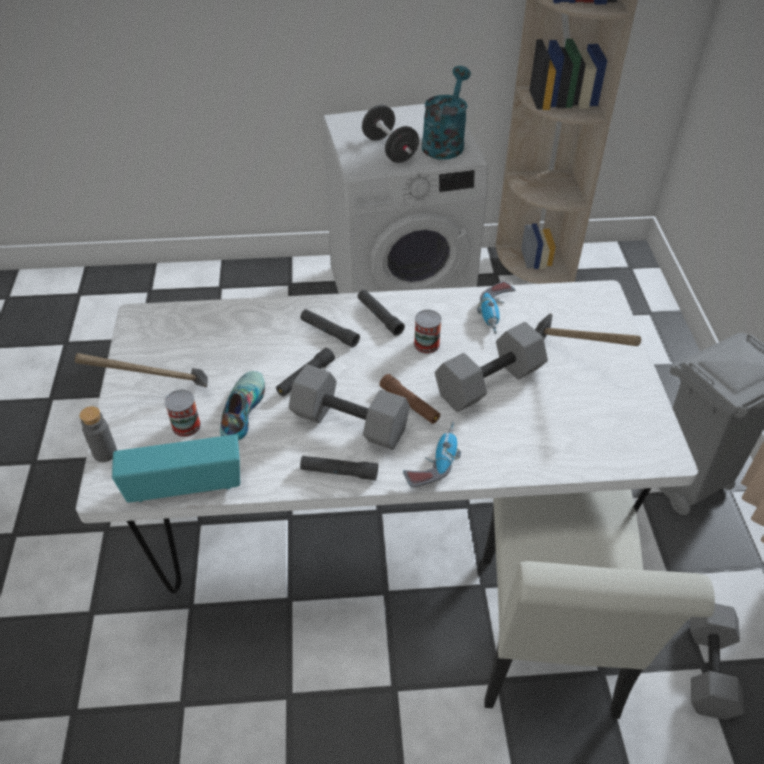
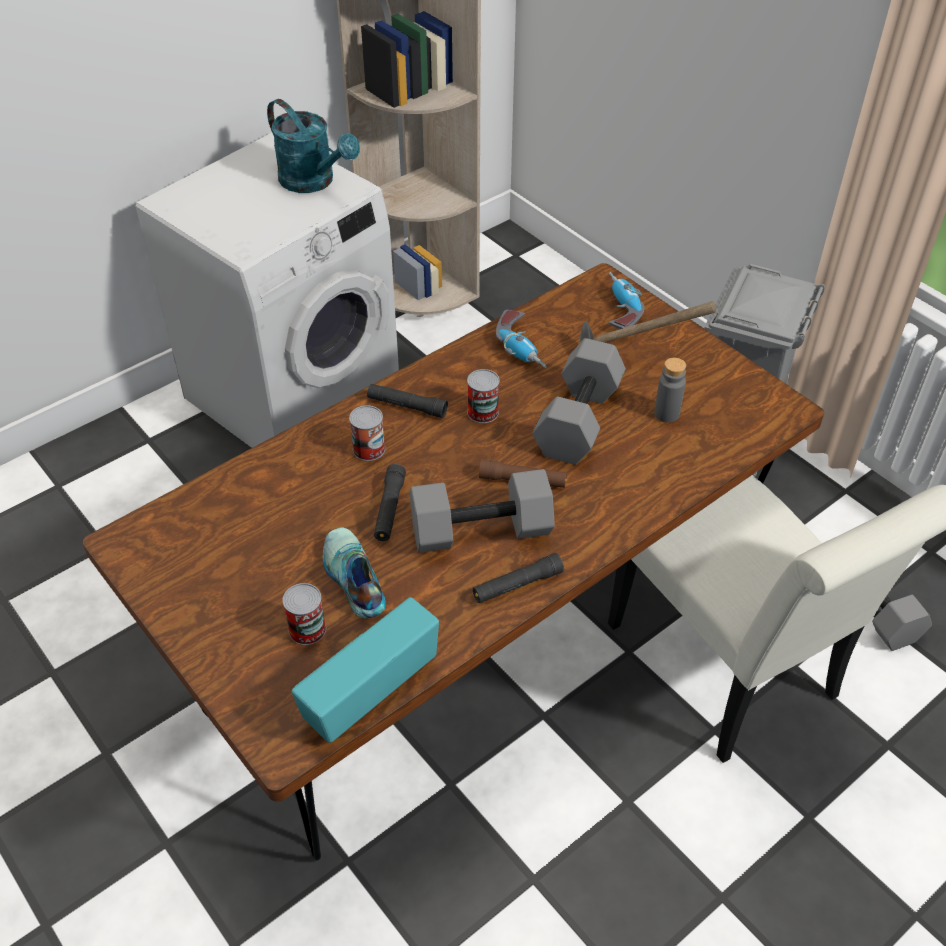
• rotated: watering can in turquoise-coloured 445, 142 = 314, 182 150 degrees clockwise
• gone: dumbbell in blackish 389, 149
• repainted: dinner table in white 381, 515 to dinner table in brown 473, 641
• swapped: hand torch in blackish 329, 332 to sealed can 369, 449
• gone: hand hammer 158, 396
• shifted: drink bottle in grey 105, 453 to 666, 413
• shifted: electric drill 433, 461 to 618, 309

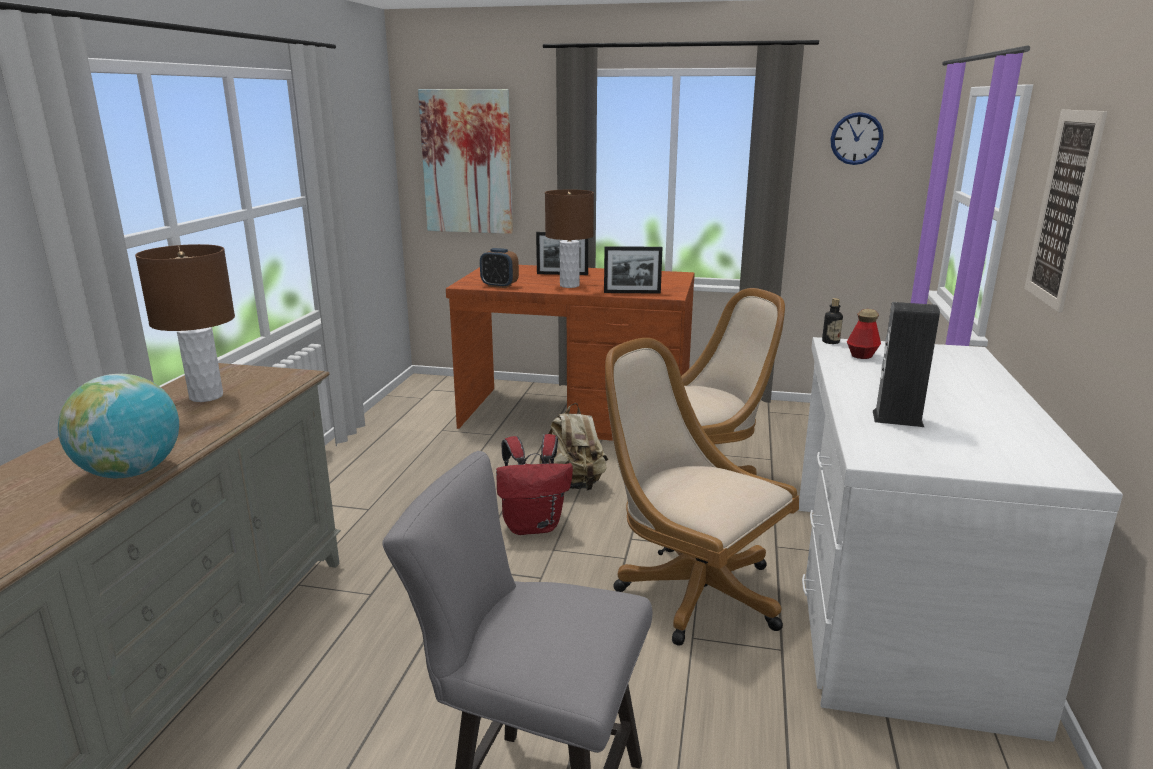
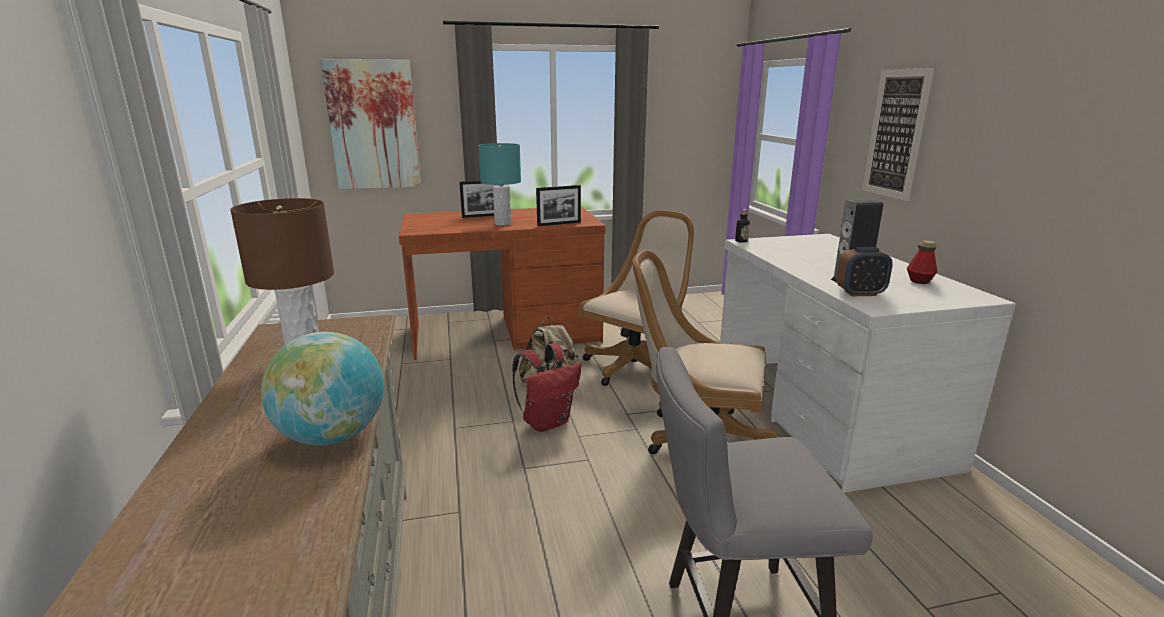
• gone: clock on the wall 856, 138
• repainted: tabletop lamp in brown 569, 285 to tabletop lamp in turquoise-coloured 502, 223
• shifted: bedside clock 499, 286 to 860, 293
• shifted: drink bottle 862, 355 to 919, 281

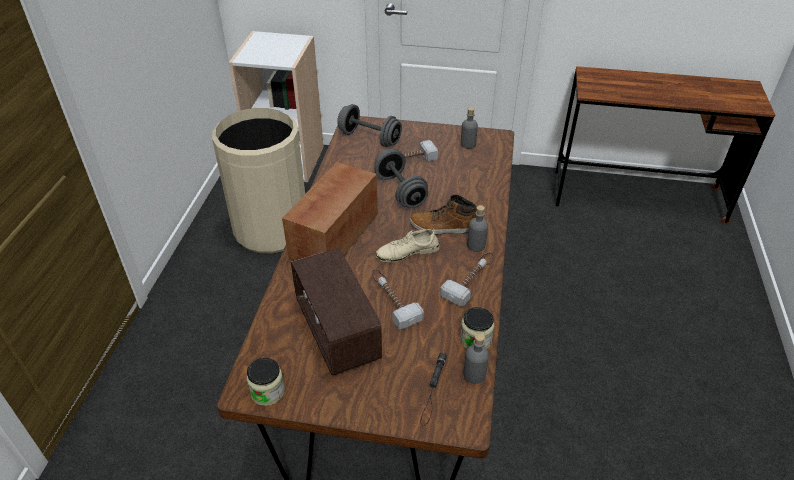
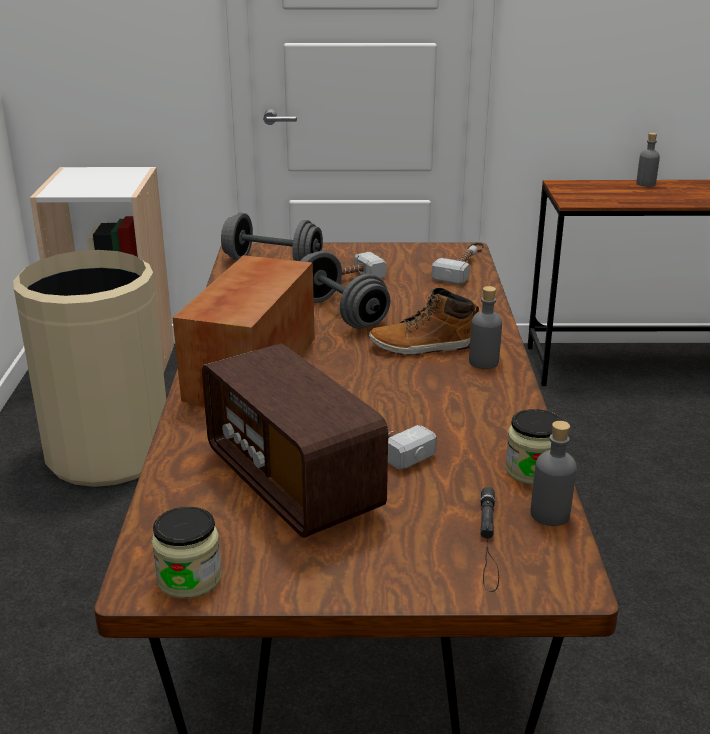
• shifted: drink bottle in grey 468, 144 to 645, 184
• gone: low shoe in sand-coloured 407, 252
• shifted: hand hammer 471, 280 to 463, 267

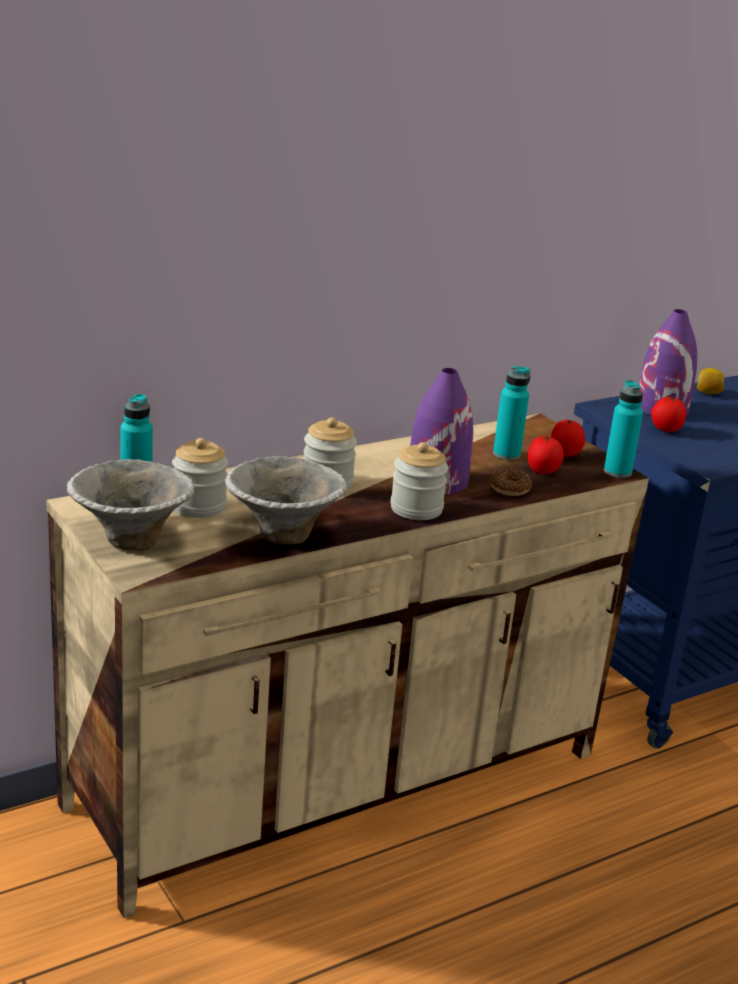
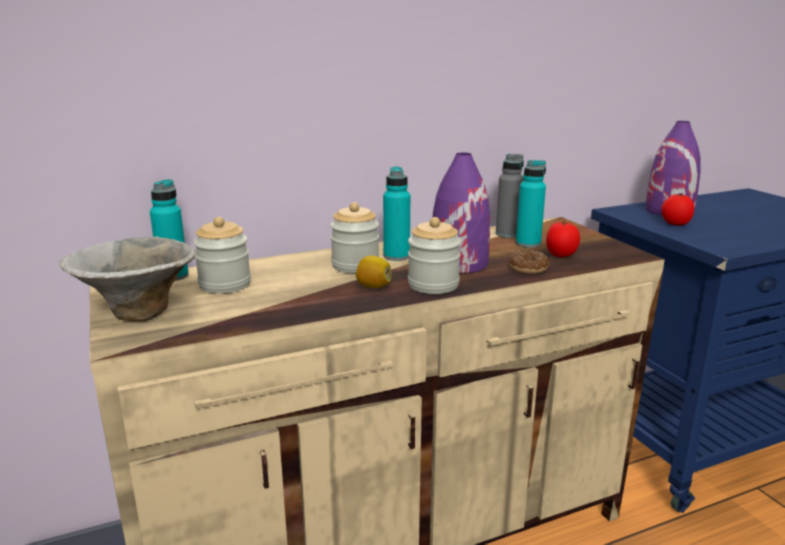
• shifted: citrus fruit 708, 393 to 373, 286
• shifted: drink bottle in turquoise-coloured 617, 472 to 396, 256
• gone: tomato 564, 455
• gone: serving bowl 281, 535
• new: drink bottle in grey 507, 234

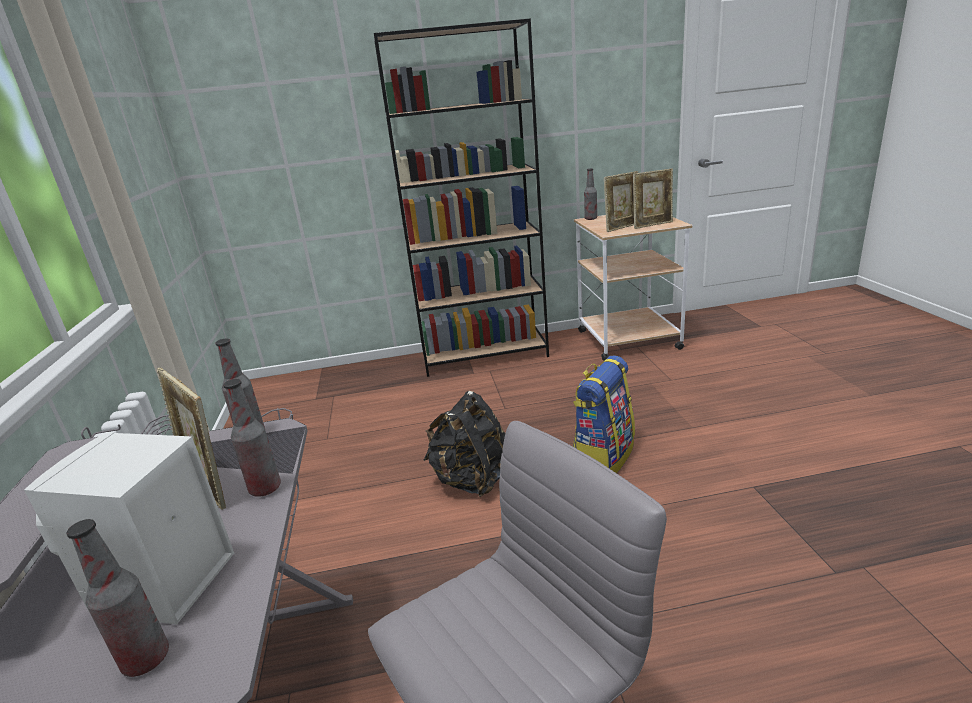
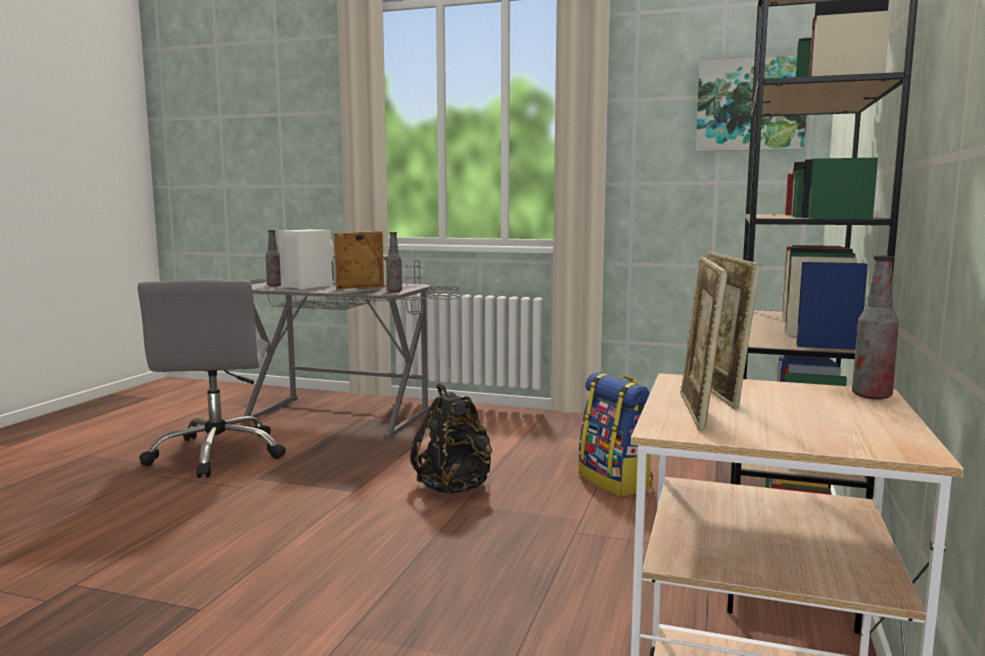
• shifted: backpack 602, 457 to 616, 482
• gone: drink bottle 265, 488
• new: wall picture 751, 105

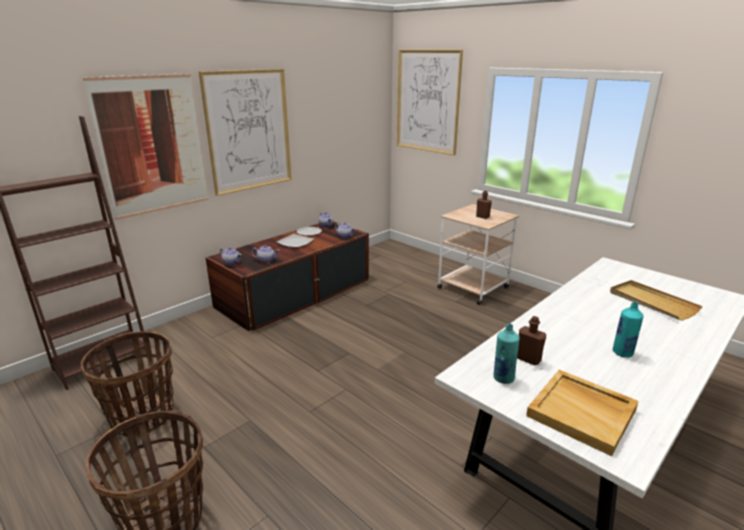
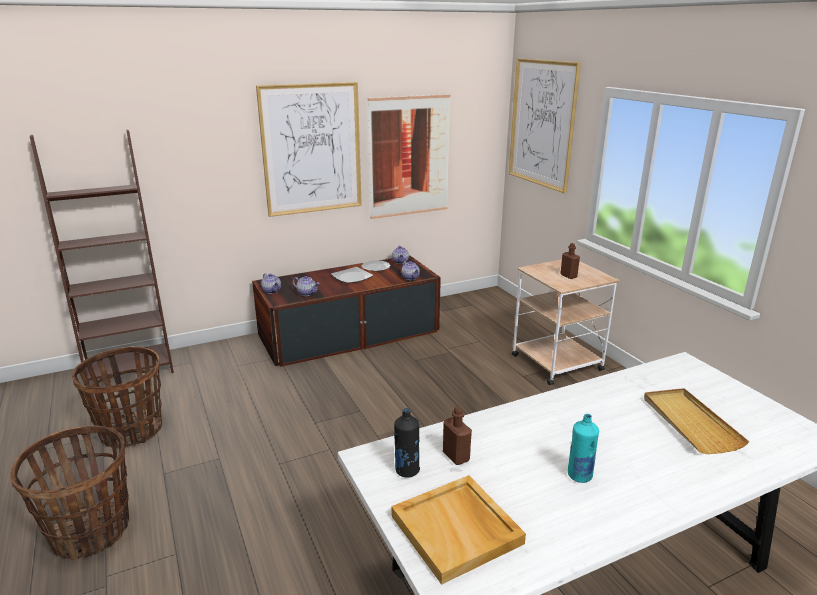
• shifted: wall picture 152, 145 to 409, 156
• repainted: drink bottle in turquoise-coloured 503, 378 to drink bottle in blackish 407, 470

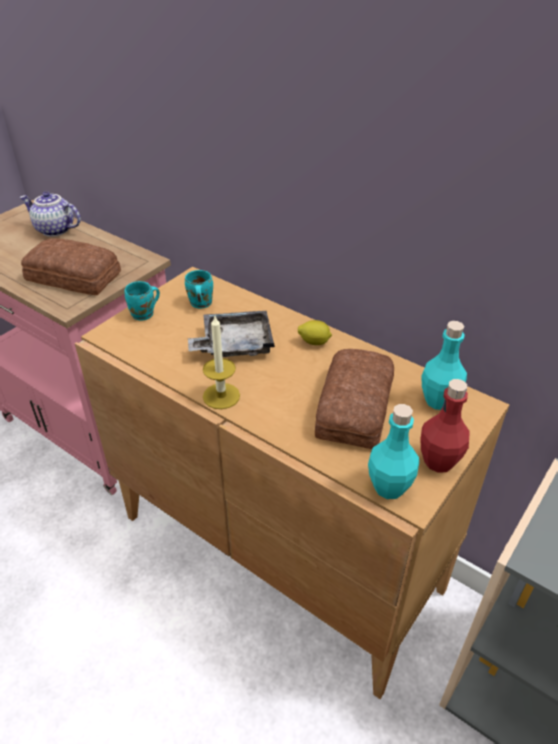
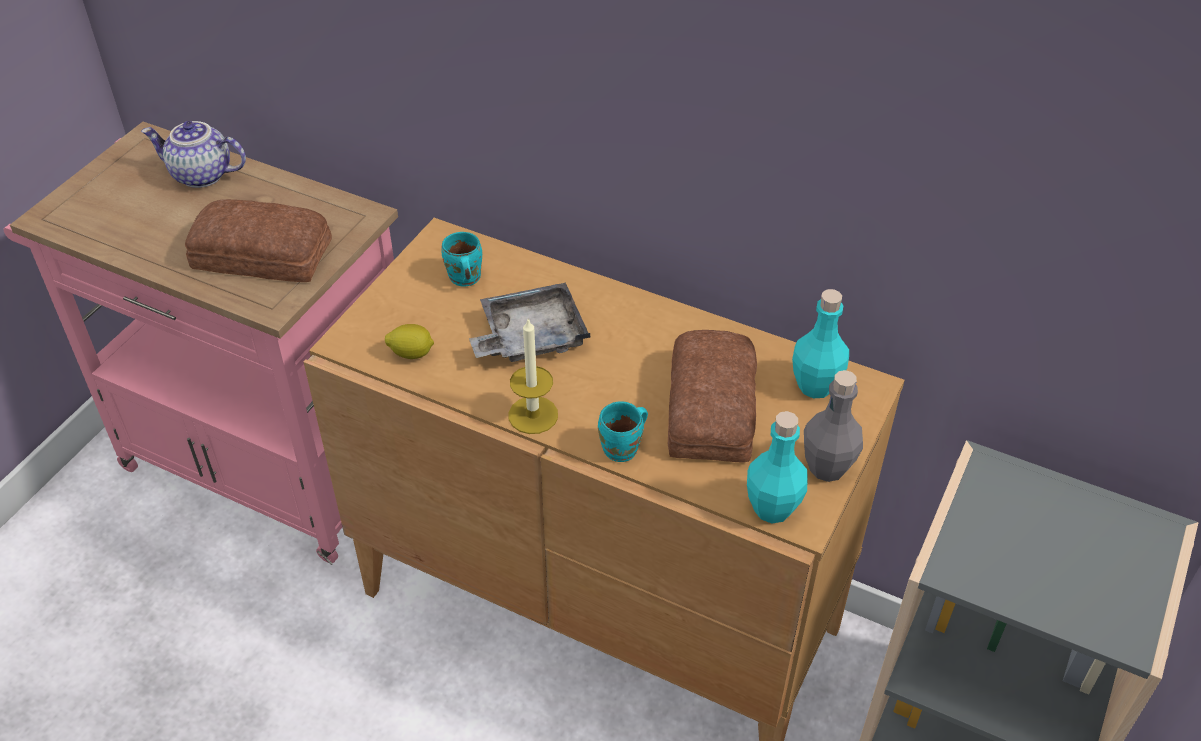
• shifted: mug in turquoise-coloured 144, 315 to 623, 449
• shifted: citrus fruit 314, 342 to 411, 353
• repainted: drink bottle in red 438, 461 to drink bottle in grey 827, 467

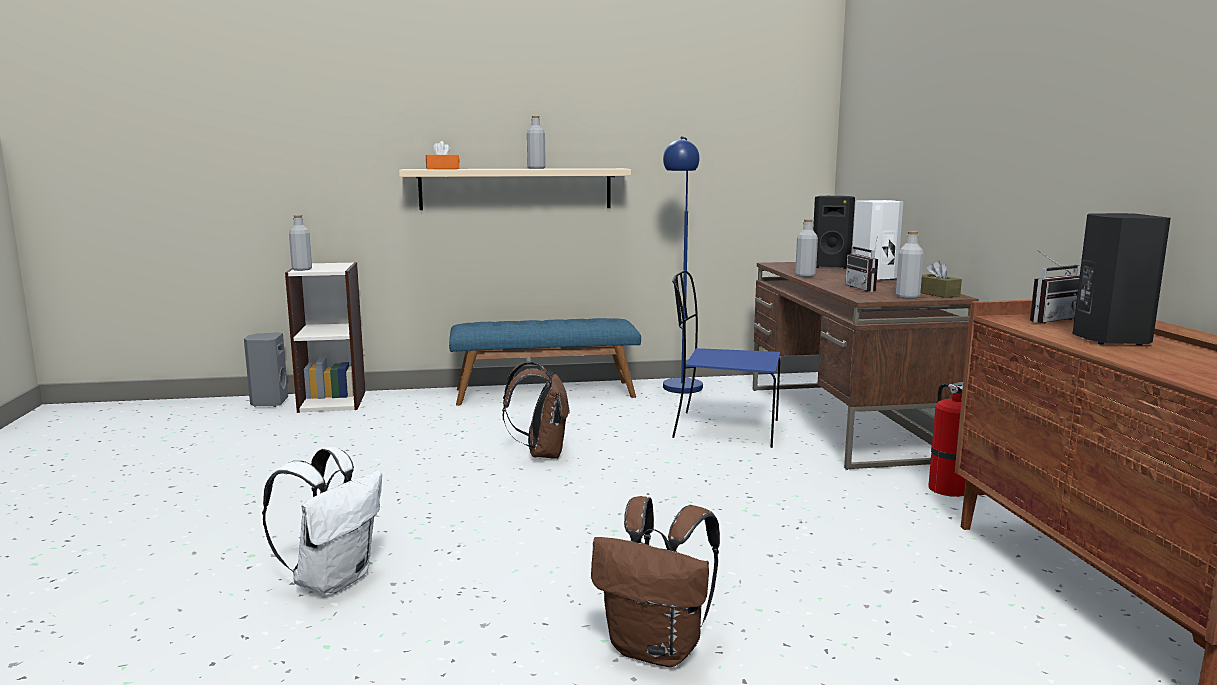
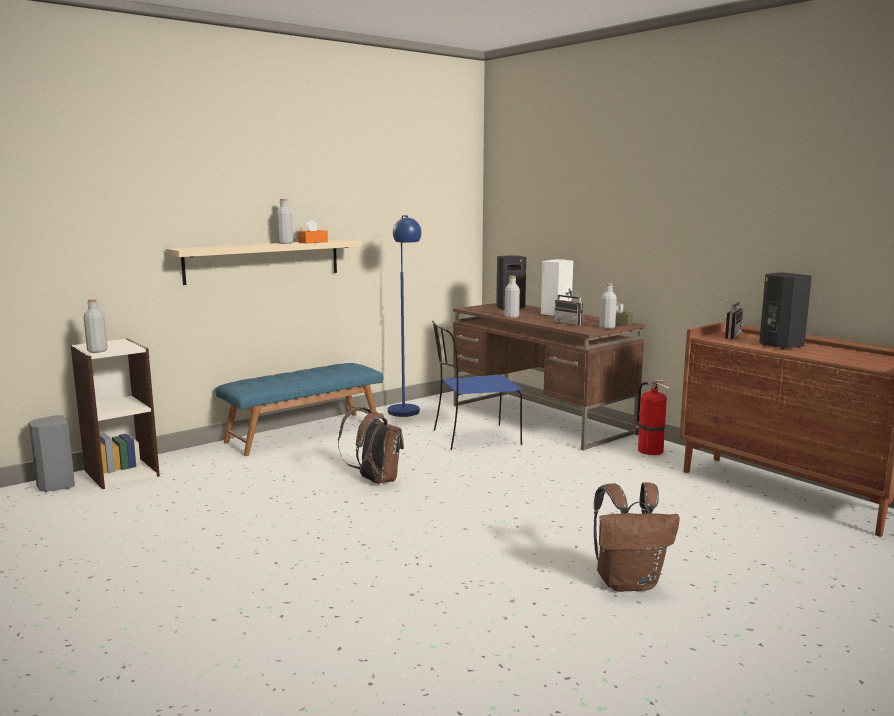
• shifted: tissue box in orange-coloured 442, 169 to 313, 242
• gone: backpack in white 333, 580

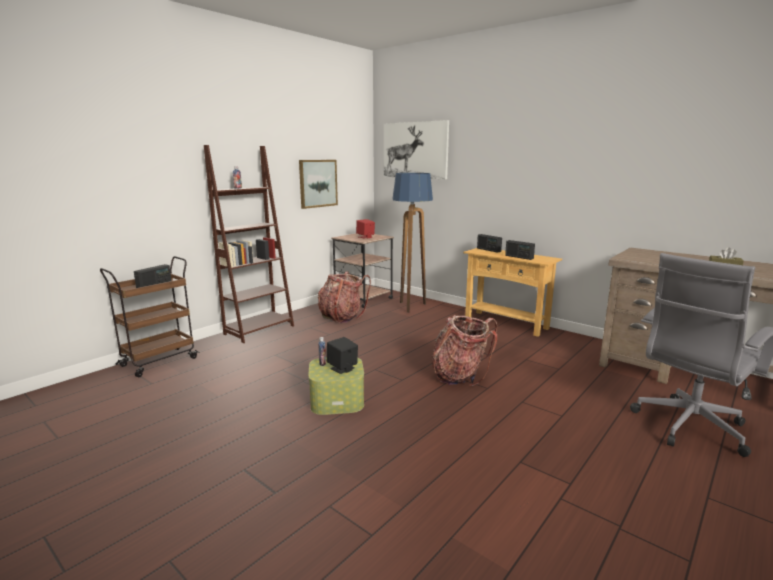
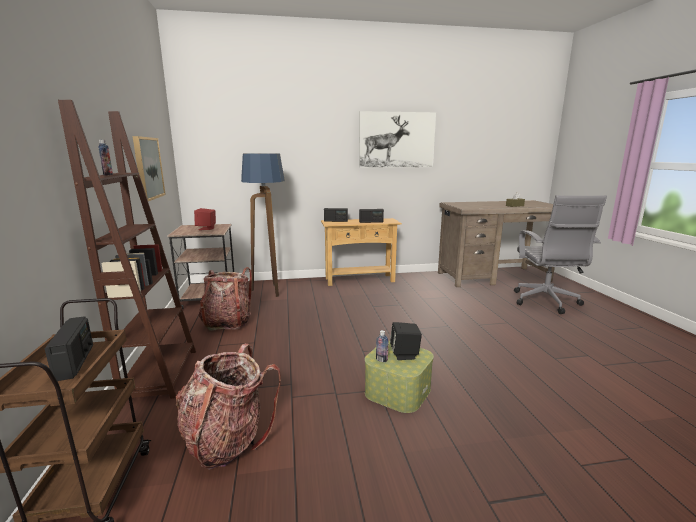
• shifted: wall picture 415, 150 to 396, 140
• shifted: backpack 460, 375 to 227, 440

